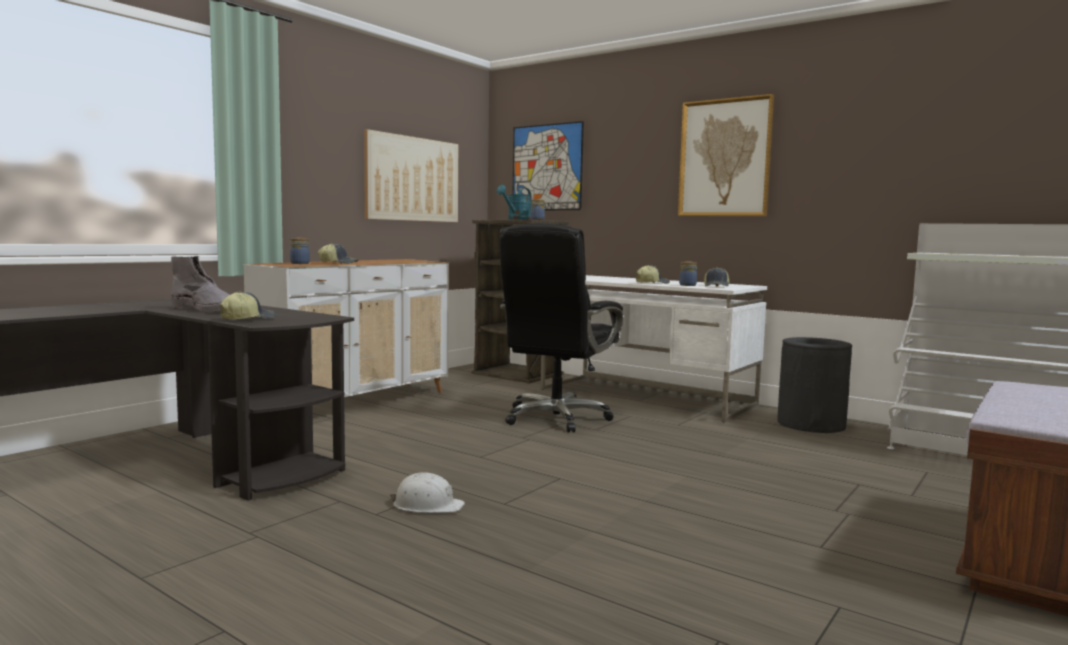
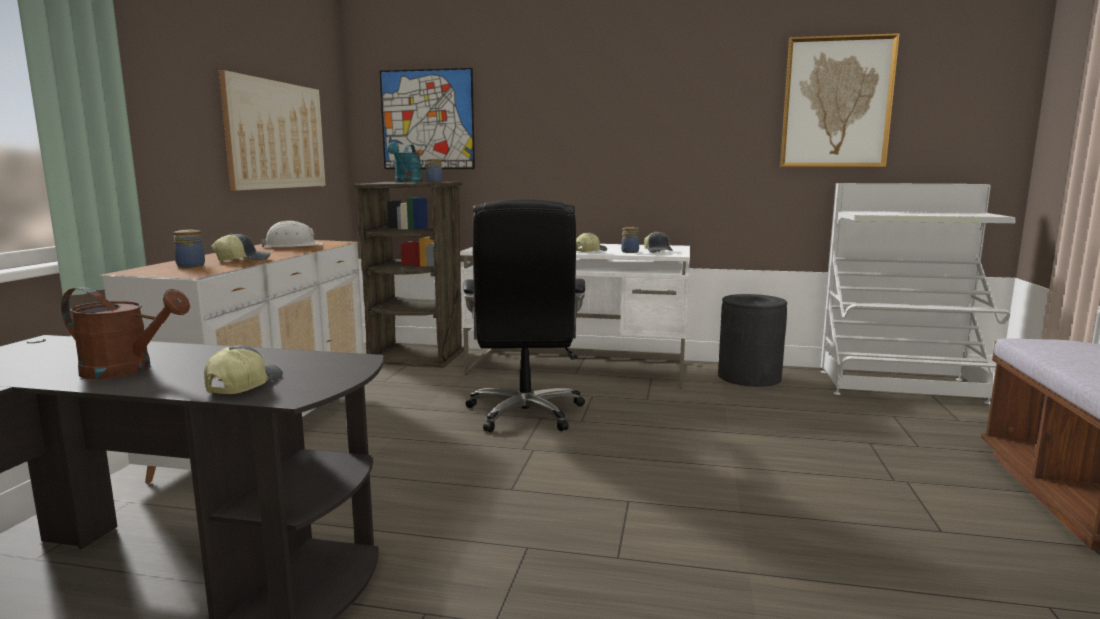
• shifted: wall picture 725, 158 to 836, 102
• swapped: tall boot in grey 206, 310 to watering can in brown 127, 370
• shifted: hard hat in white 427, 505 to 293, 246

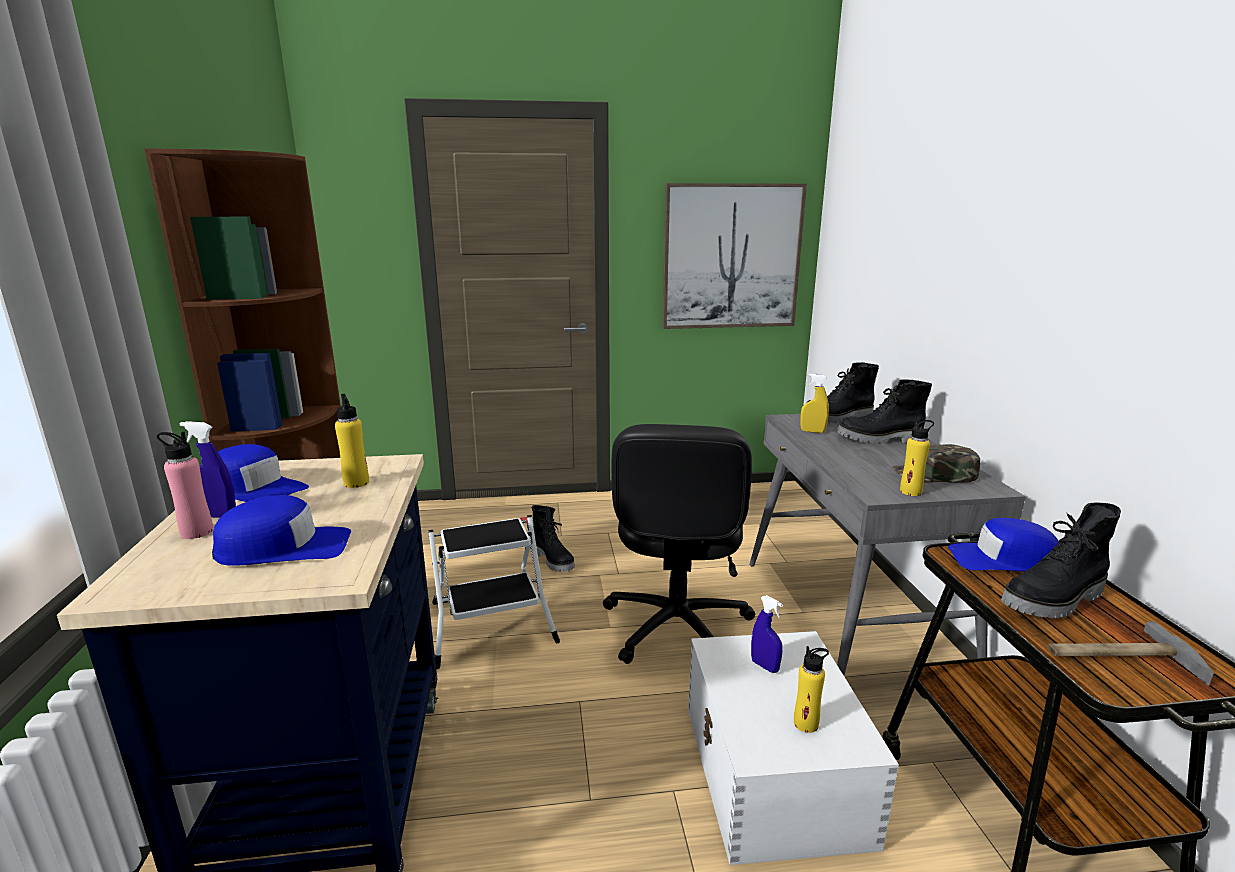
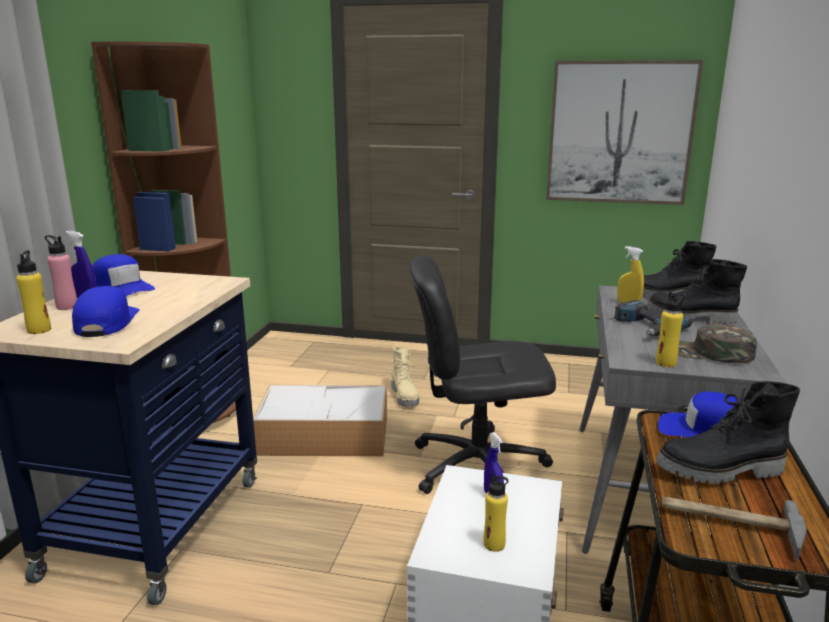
• shifted: drink bottle in yellow 356, 483 to 39, 330
• rotated: desk chair in blackish 676, 626 = 477, 466 60 degrees clockwise
• rotated: cap in bluish 284, 547 = 106, 322 105 degrees counterclockwise
• repainted: tall boot in blackish 553, 559 to tall boot in sand-coloured 405, 396
• swapped: stepladder 490, 624 to storage container 326, 435
• new: electric drill 646, 327

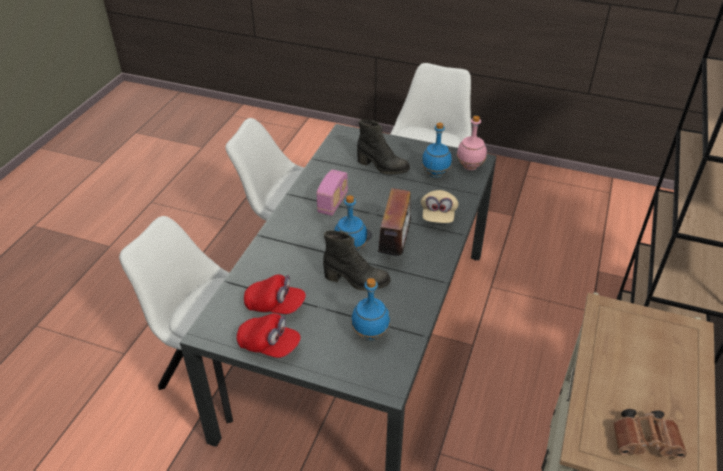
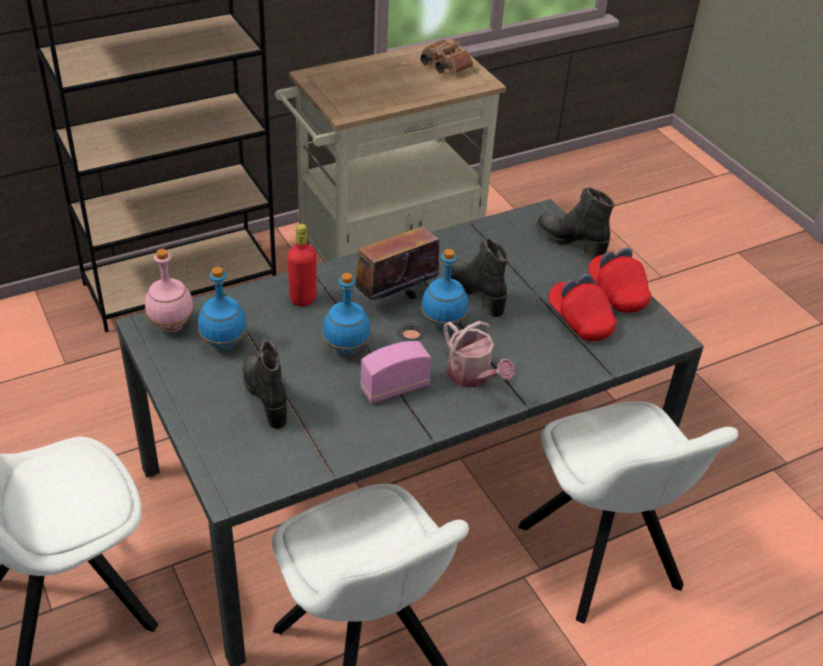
• swapped: cap in sand-coloured 438, 215 to drink bottle in red 303, 299
• shifted: drink bottle in bluish 371, 334 to 345, 349
• new: tall boot in blackish 571, 242
• new: watering can 473, 376

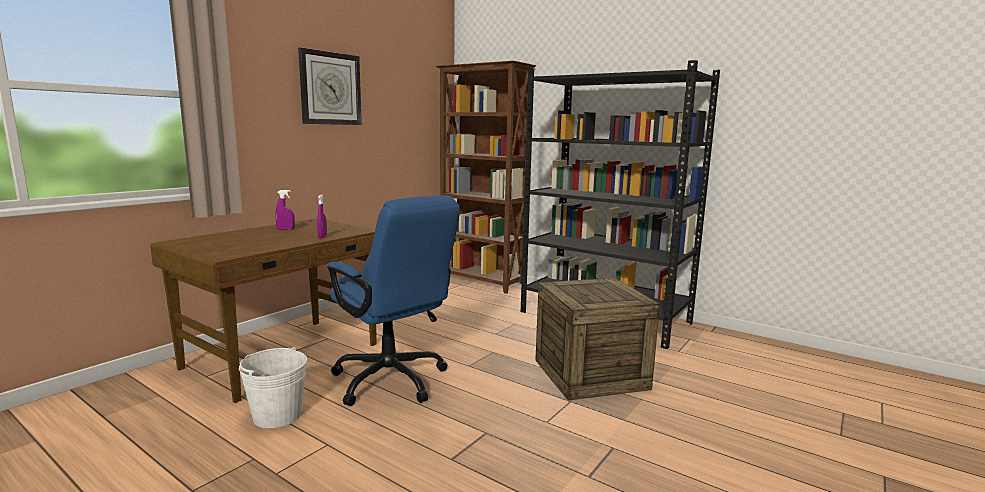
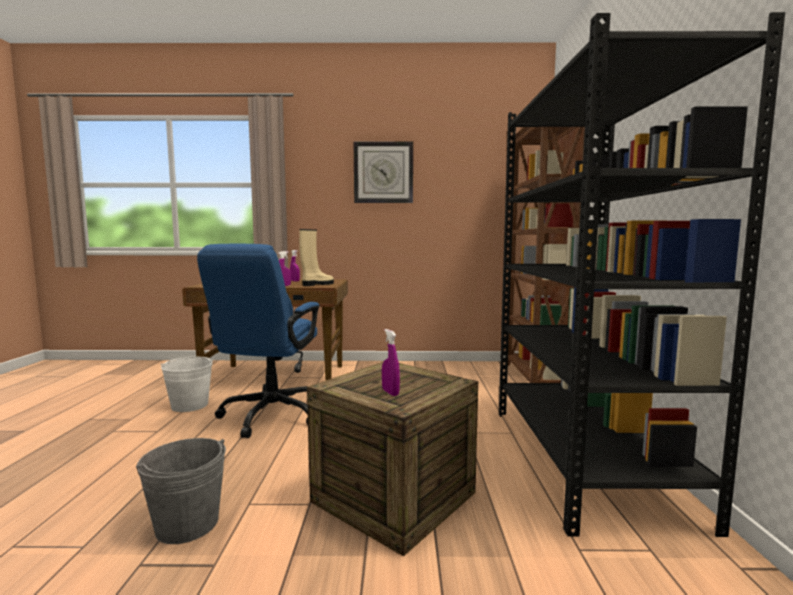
• new: tall boot in sand-coloured 317, 284
• new: spray bottle in purple 390, 392
• new: bucket in grey 187, 524

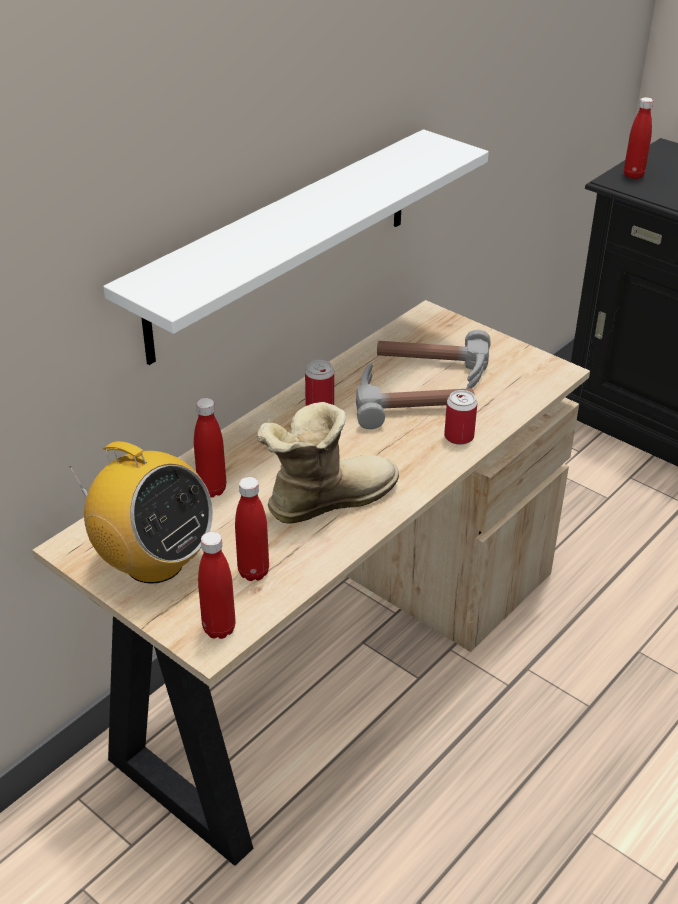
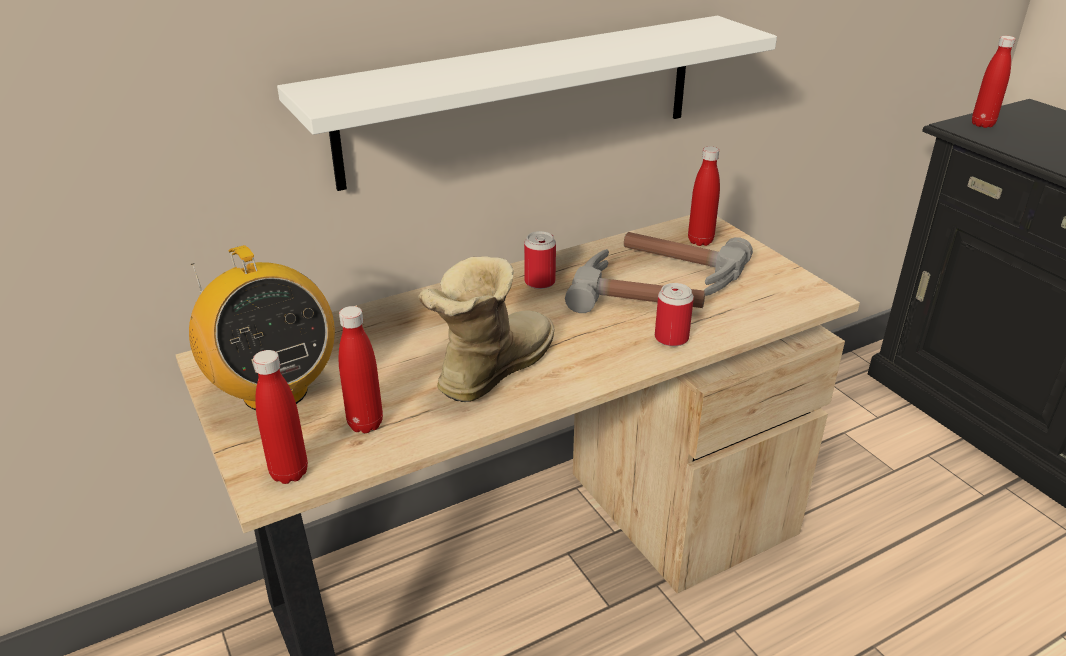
• shifted: drink bottle in red 212, 490 to 700, 241
• rotated: tall boot 326, 499 = 489, 369 45 degrees counterclockwise

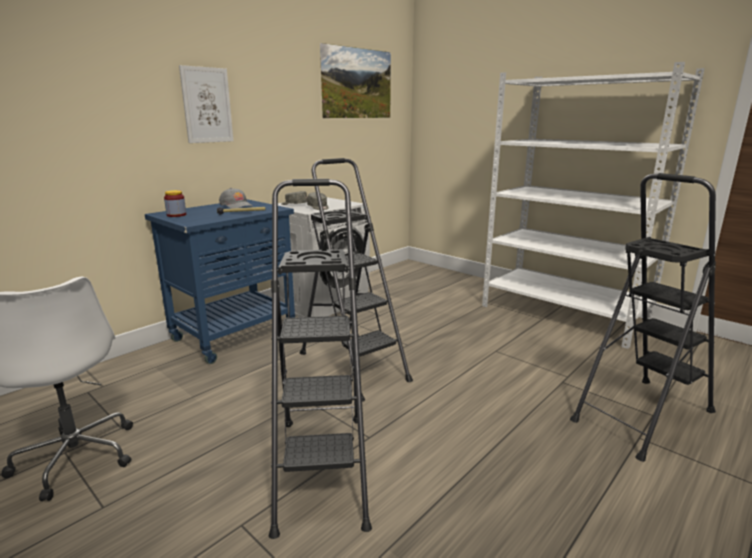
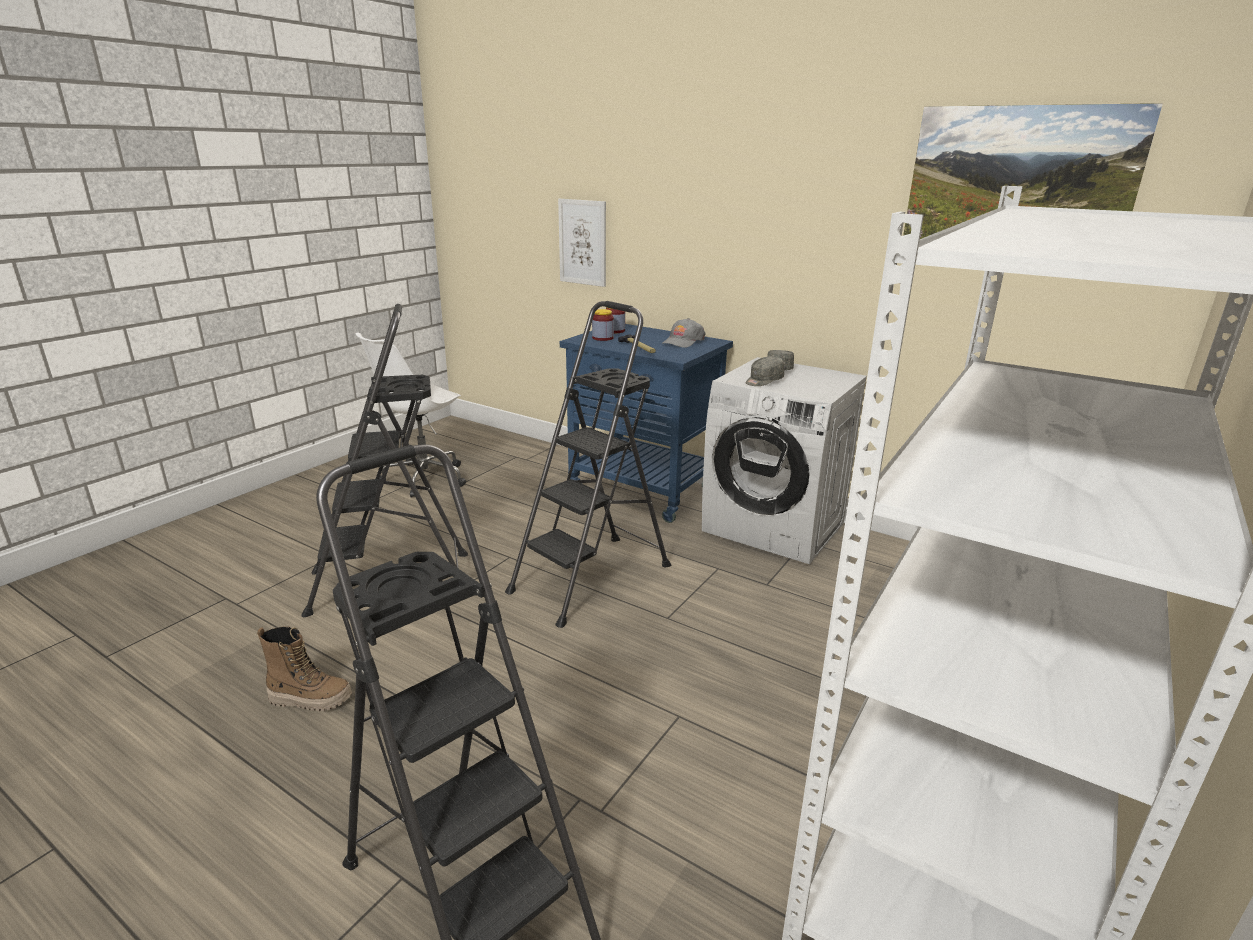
• shifted: wall picture 207, 105 to 582, 242
• new: jar 602, 338
• new: tall boot 311, 699

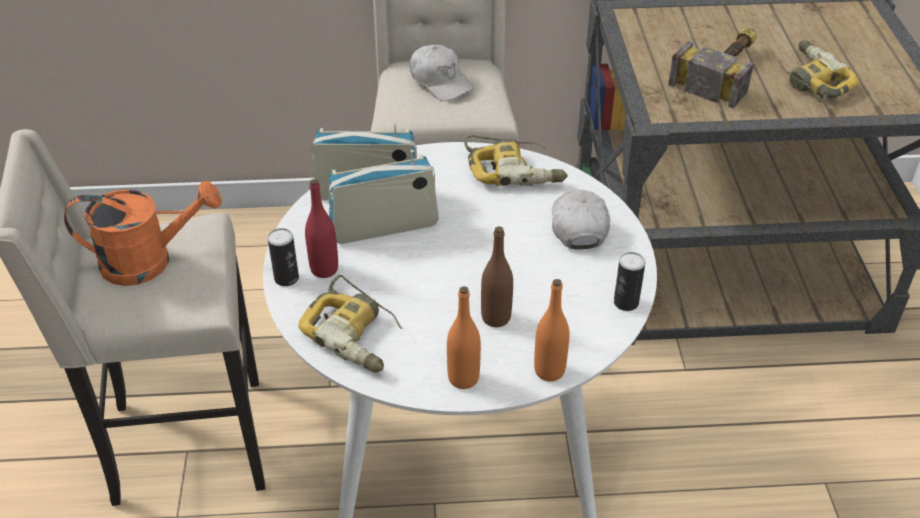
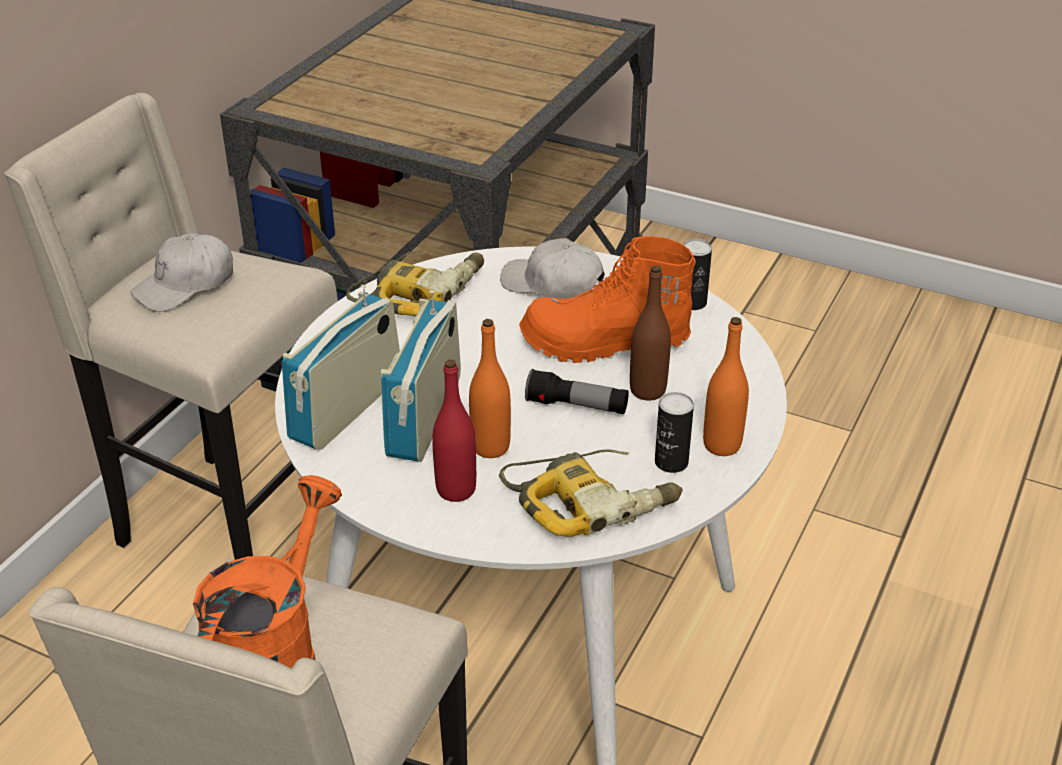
• gone: hand hammer 725, 70
• gone: electric drill 809, 80
• rotated: cap in white 440, 81 = 185, 285 150 degrees clockwise
• shifted: sealed can 286, 278 to 671, 462
• shifted: drink bottle in orange-coloured 549, 371 to 490, 447
• new: tall boot in orange-coloured 605, 343
• new: hand torch 576, 406

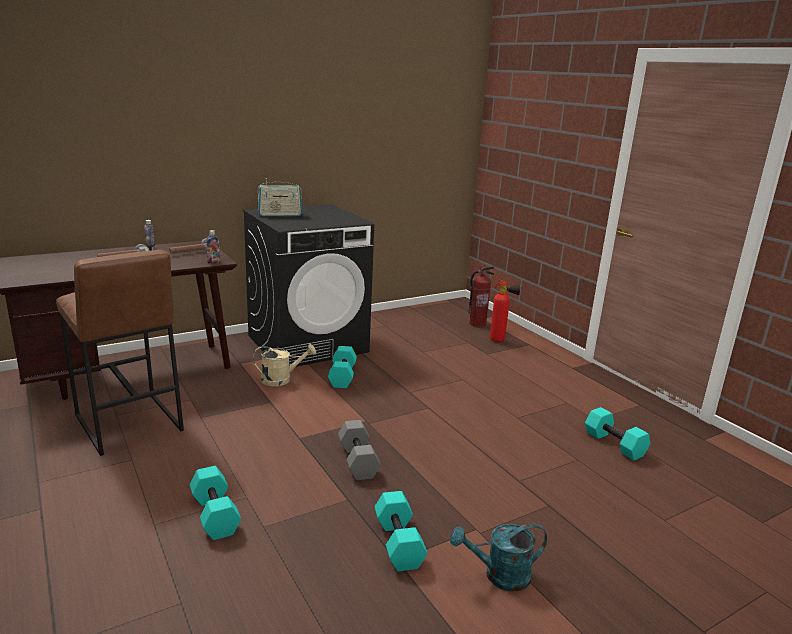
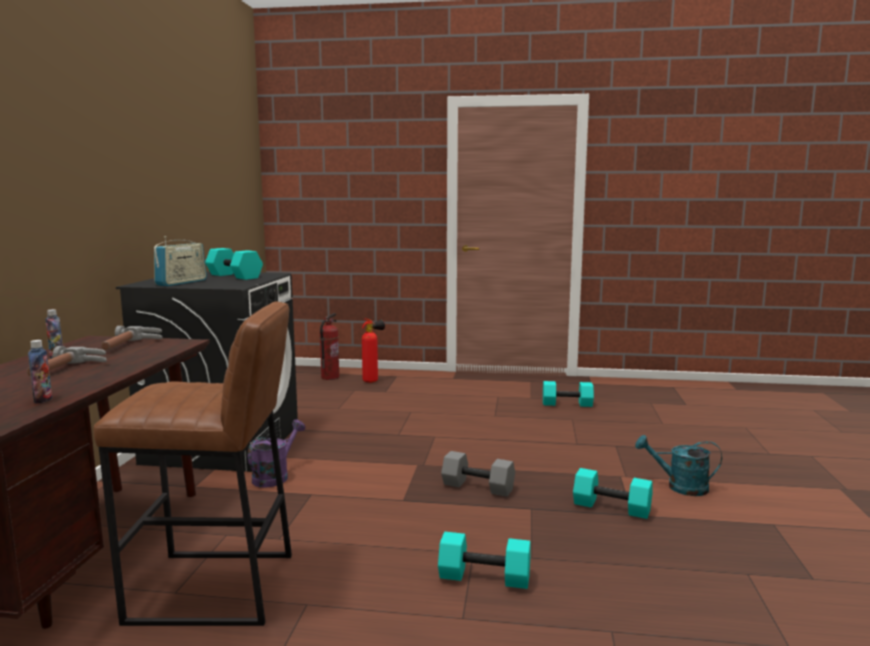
• shifted: drink bottle 213, 262 to 43, 400
• repainted: watering can in sand-coloured 281, 379 to watering can in purple 275, 476
• shifted: dumbbell in turquoise-coloured 341, 376 to 233, 276
• rotated: watering can in turquoise-coloured 499, 576 = 680, 487 75 degrees clockwise

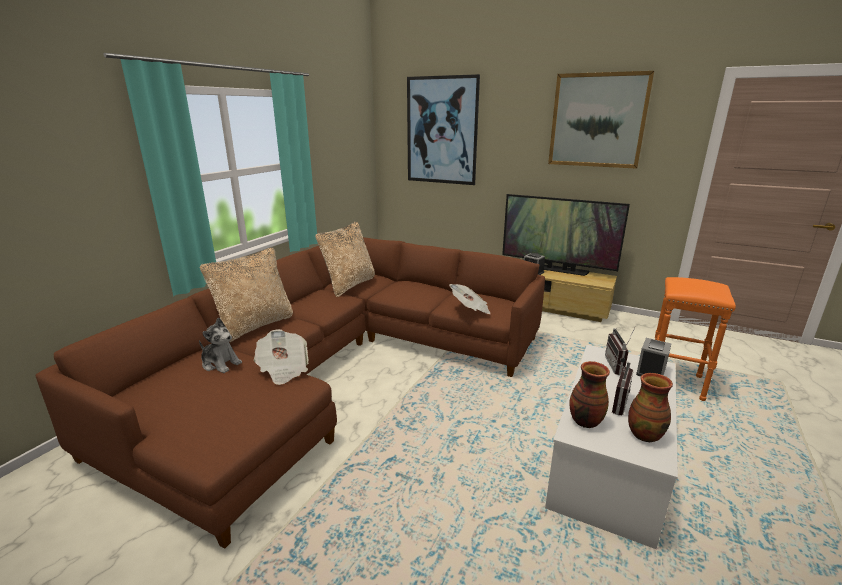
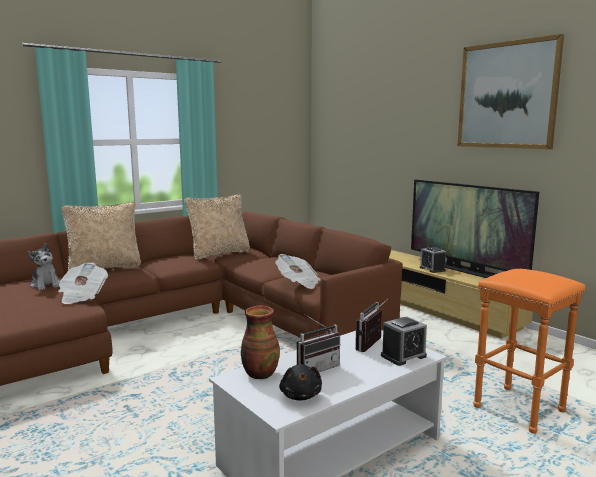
• gone: wall picture 441, 131
• swapped: flower vase 644, 434 to soft toy in blackish 301, 395

